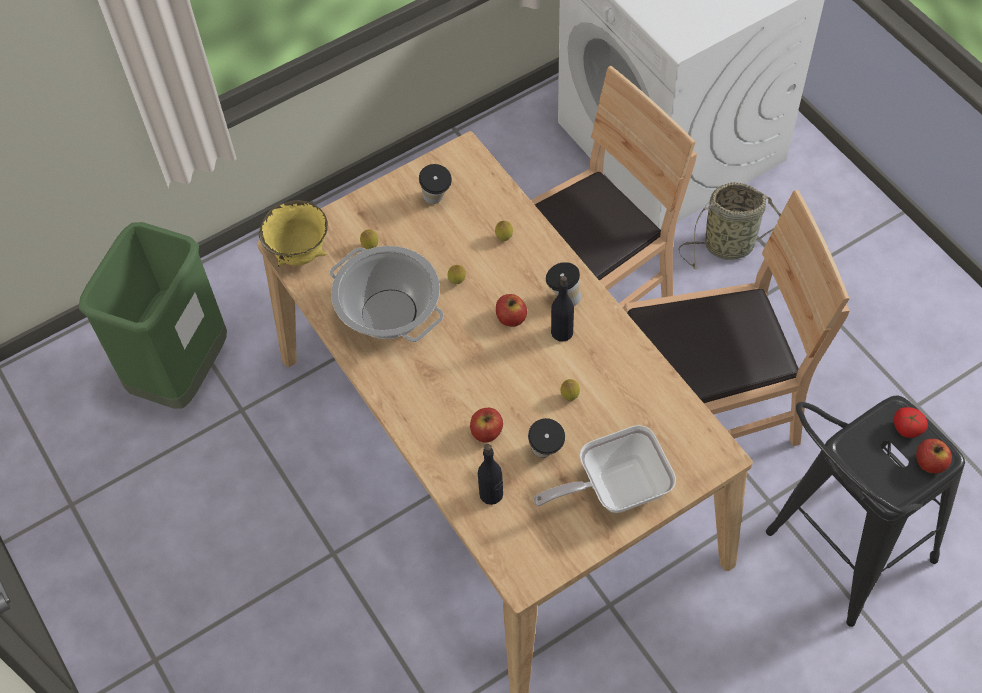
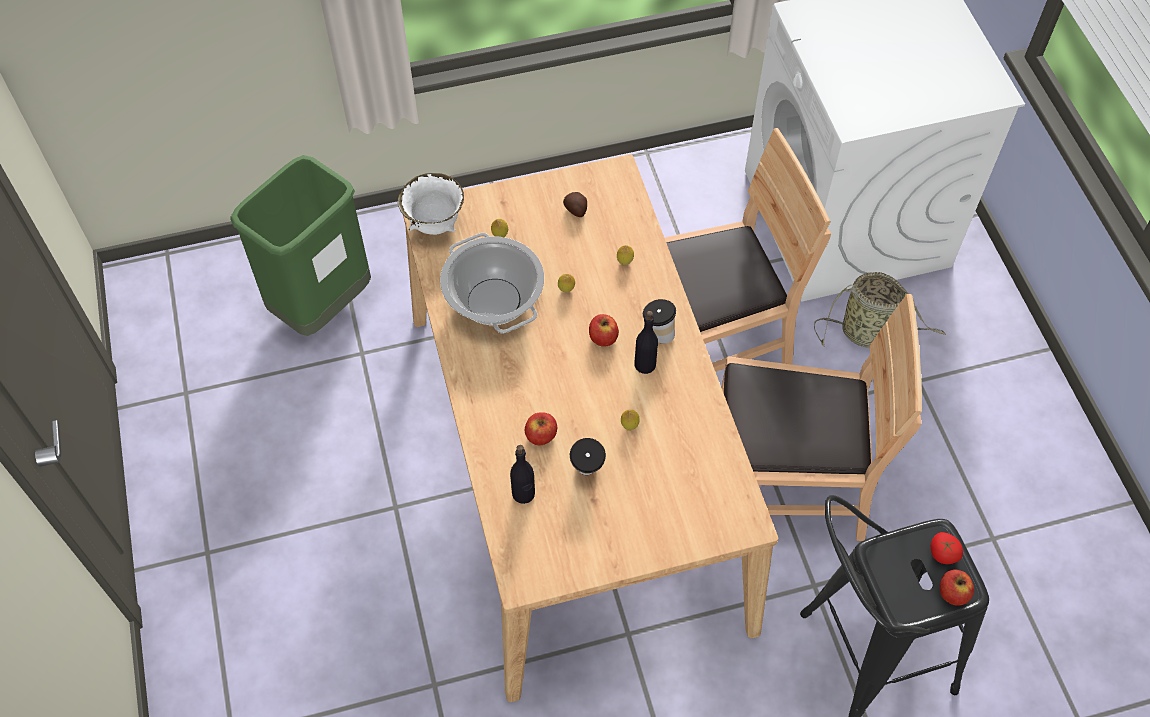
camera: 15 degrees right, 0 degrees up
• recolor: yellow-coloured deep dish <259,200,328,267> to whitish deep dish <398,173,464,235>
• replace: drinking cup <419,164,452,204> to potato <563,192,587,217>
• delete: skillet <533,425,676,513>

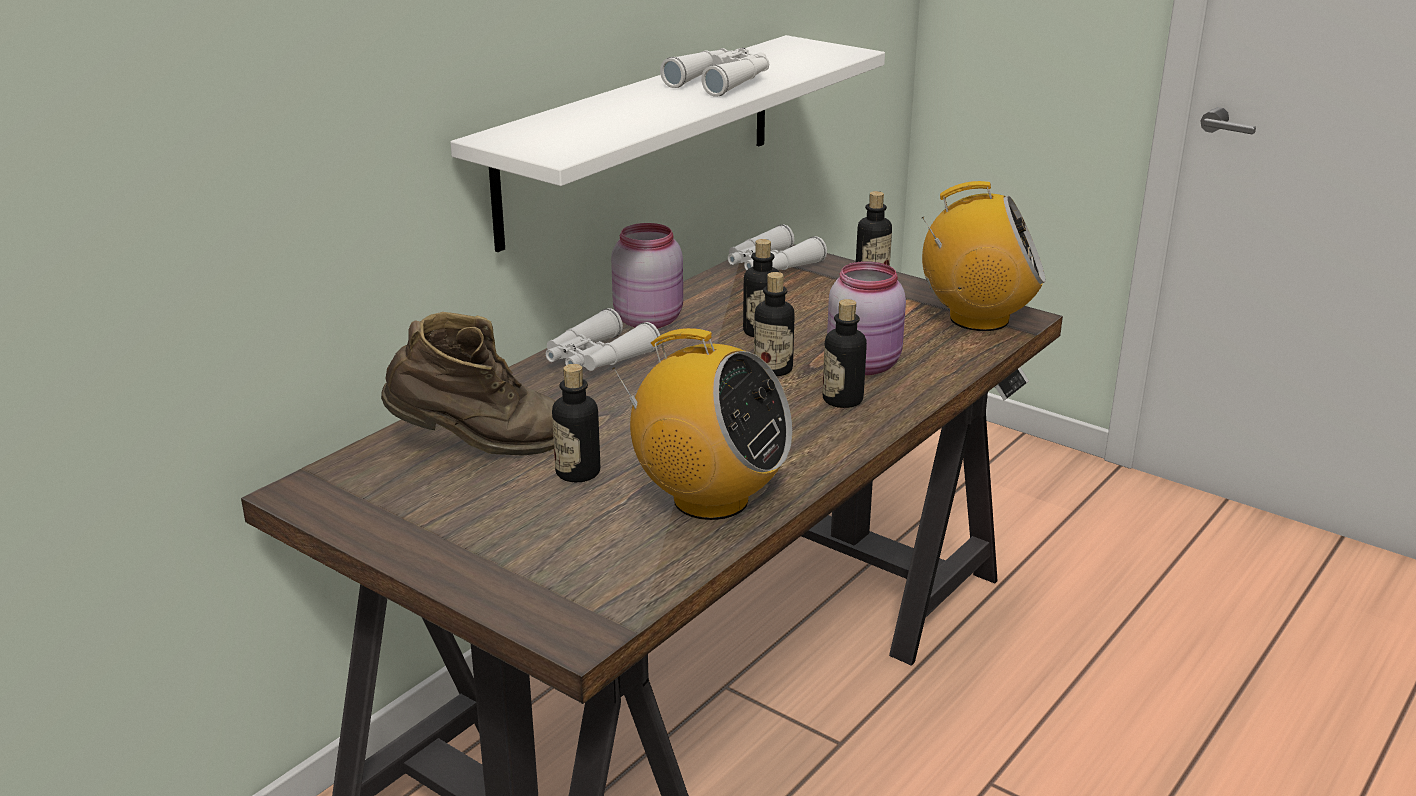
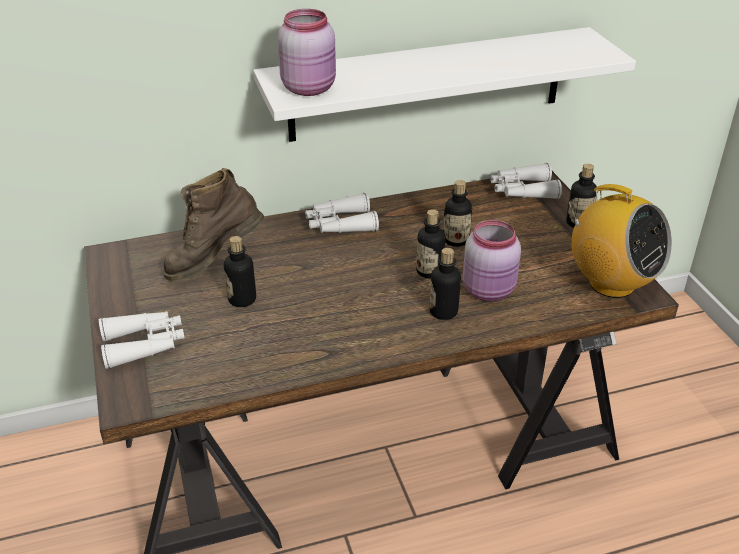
camera: 35 degrees right, 10 degrees up
• move: whitish pair of binoculars <660,48,769,97> to <99,311,185,369>
• rotate: brownish high-top boot <381,312,555,456> = <163,168,264,281> 120 degrees clockwise
• move: pinkish storage jar <611,223,683,328> to <278,9,336,96>
• delete: radio set <612,328,792,520>

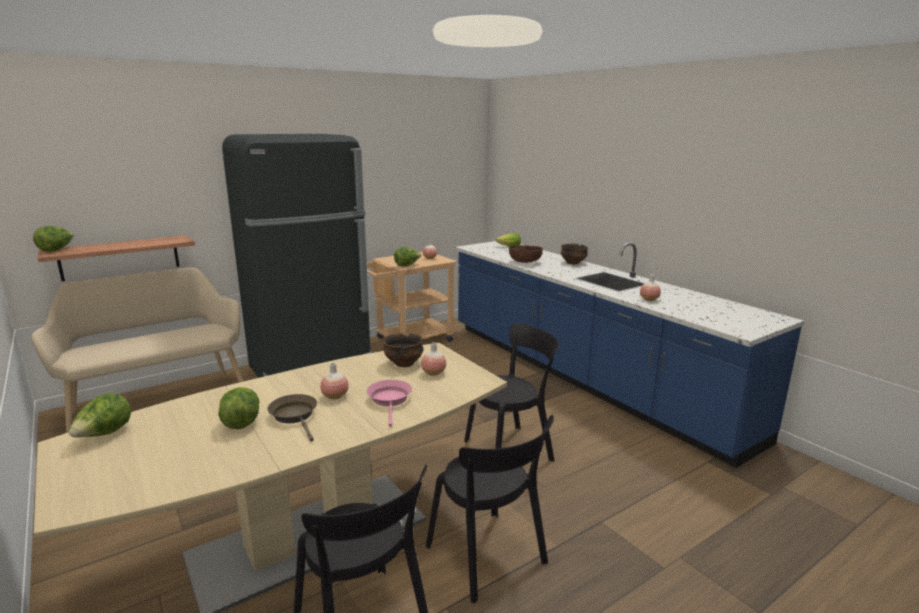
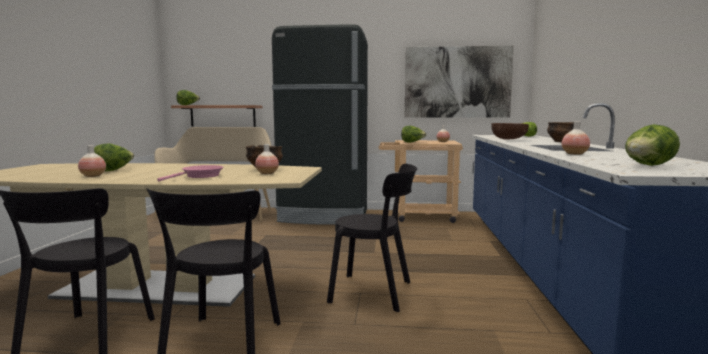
camera: 40 degrees right, 10 degrees down
• move: vase <320,363,349,399> to <78,145,106,177>
• insert: picture <405,46,514,118>
• move: lettuce <69,393,131,437> to <625,124,680,166>
• delete: brownish skillet <267,394,317,442>

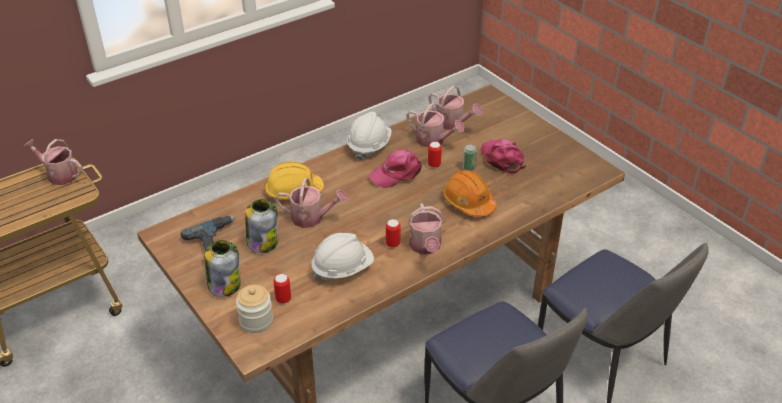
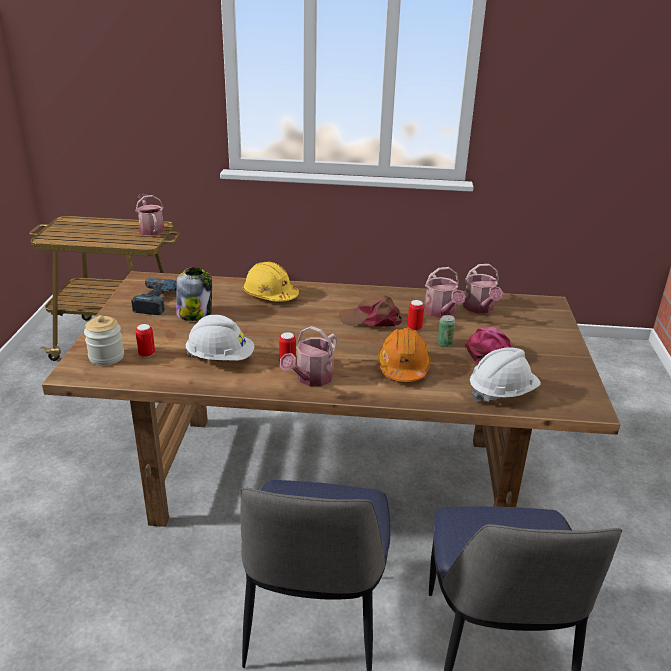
camera: 40 degrees right, 10 degrees down
• recolor: pinkish peaked cap <368,149,422,188> to brownish peaked cap <339,295,402,327>
• move: whitish safety helmet <347,112,392,160> to <470,347,541,402>
• delete: storage jar <205,240,241,297>
• delete: watering can <275,178,348,228>

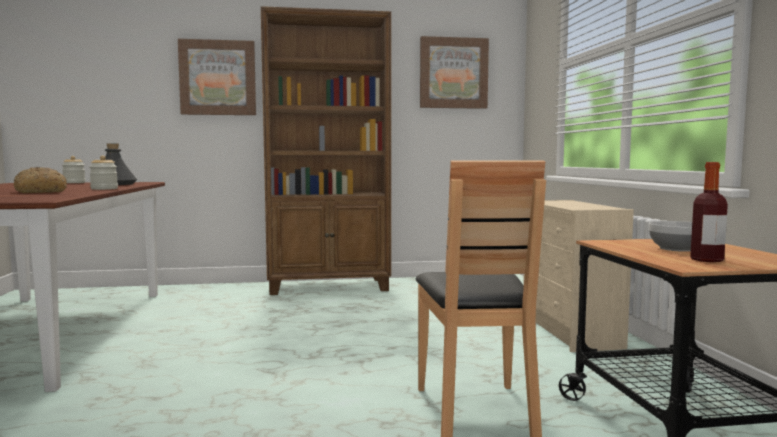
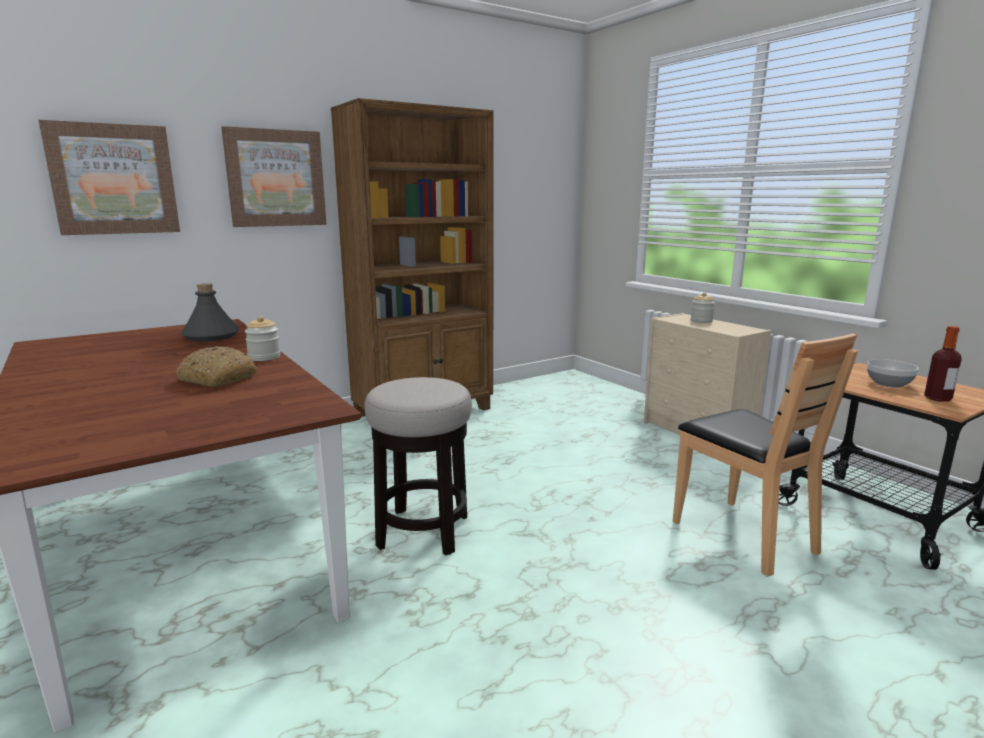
camera: 25 degrees left, 10 degrees up
• move: picture <420,36,489,109> to <39,120,180,235>
• insert: stool seat <365,377,472,556>
• move: storage jar <62,156,86,183> to <691,292,715,323>

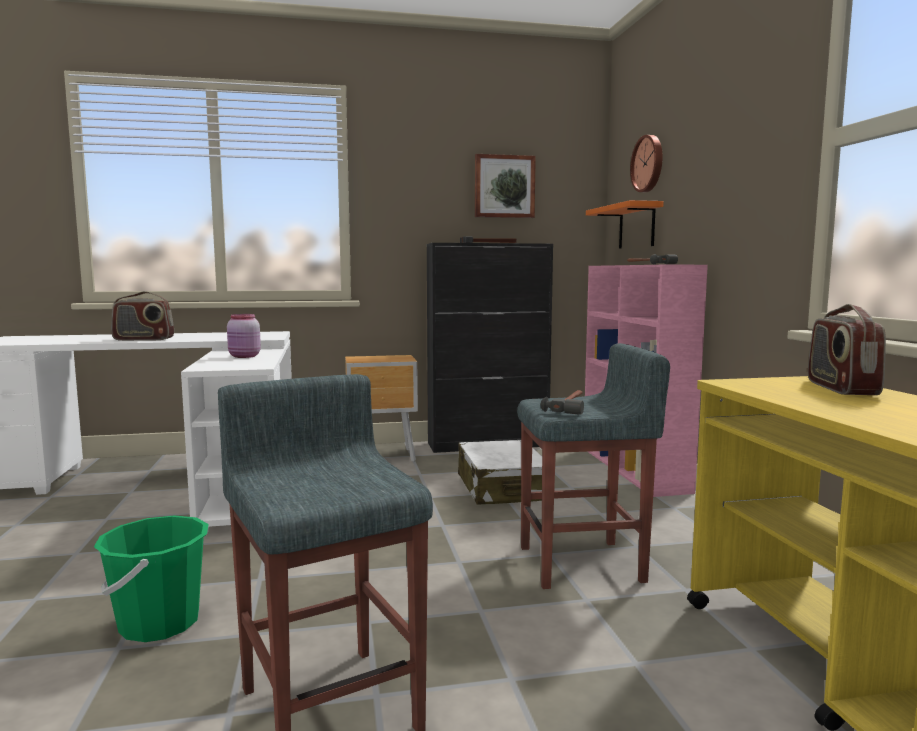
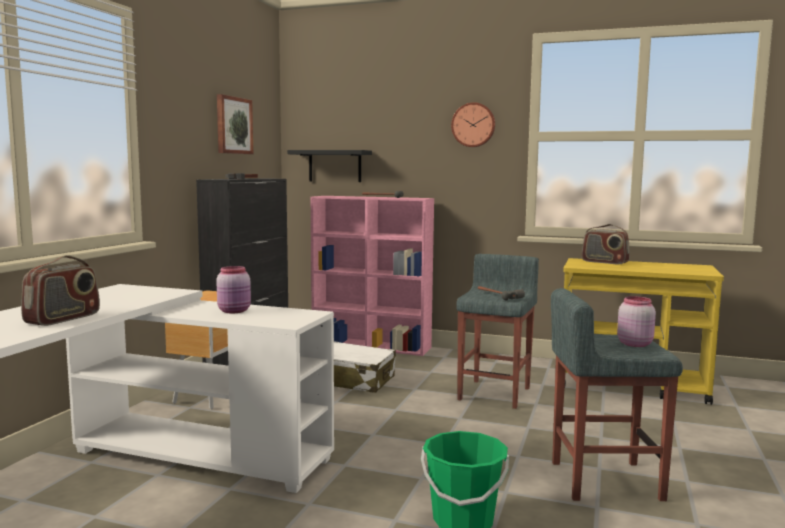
camera: 60 degrees left, 0 degrees up
• recolor: orangey shelf <586,200,664,249> to black shelf <287,150,372,182>
• move: hanging clock <630,135,663,192> to <451,102,495,147>
• insert: pinkish storage jar <617,296,656,347>

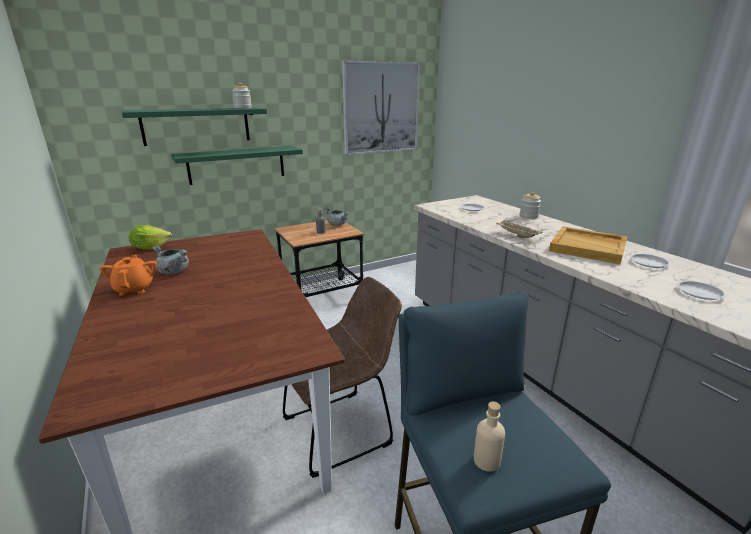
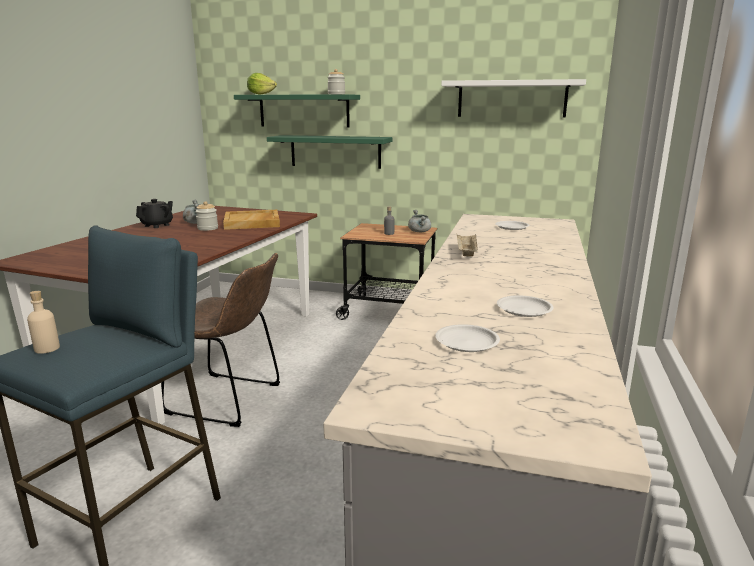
camera: 45 degrees right, 5 degrees down
• recolor: orangey pot for tea <100,255,157,296> to black pot for tea <136,199,173,228>
• move: storage jar <520,192,541,219> to <196,201,218,231>
• move: beige carrying tray <549,226,628,264> to <223,210,280,230>
• move: lettuce <129,225,172,250> to <247,73,277,95>
• replace: picture <342,60,420,155> to whitish shelf <441,79,586,117>

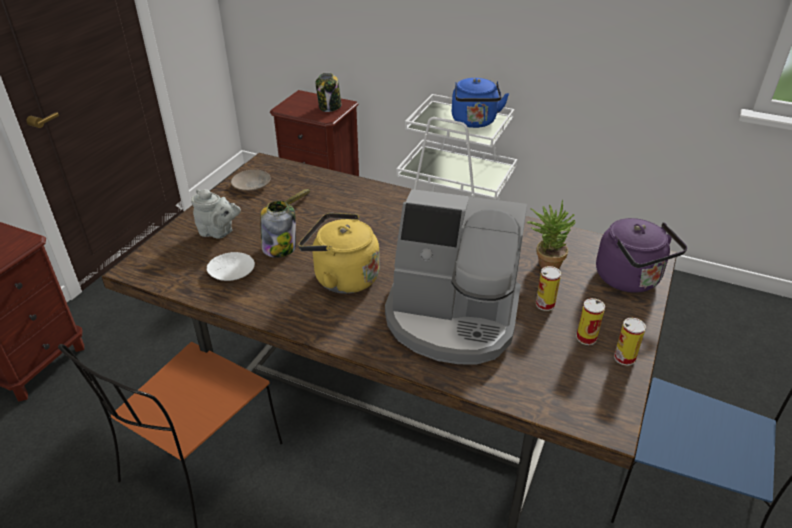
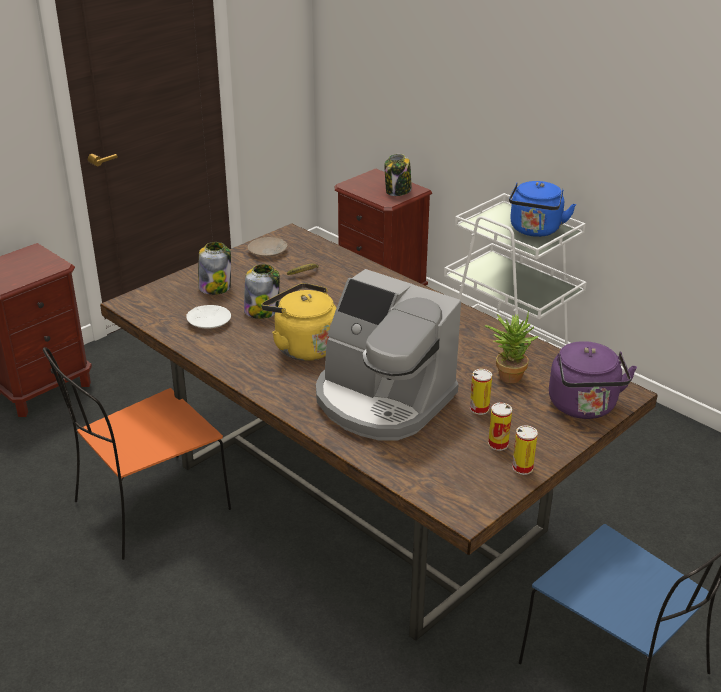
camera: 20 degrees right, 5 degrees down
• replace: gray pot for tea <191,189,241,238> to storage jar <198,242,231,295>

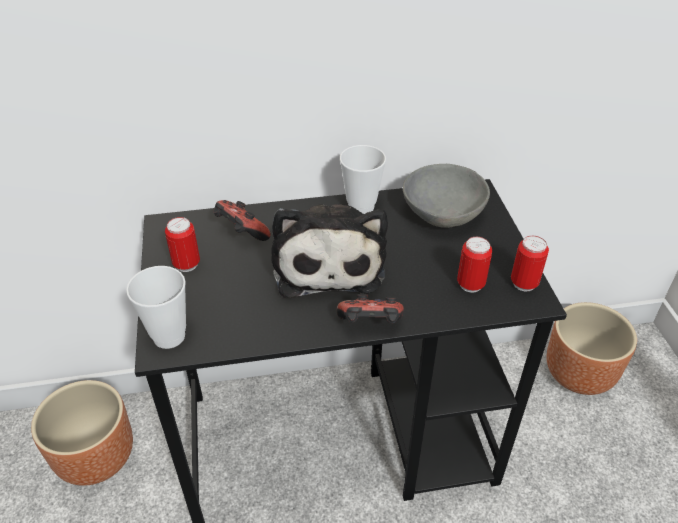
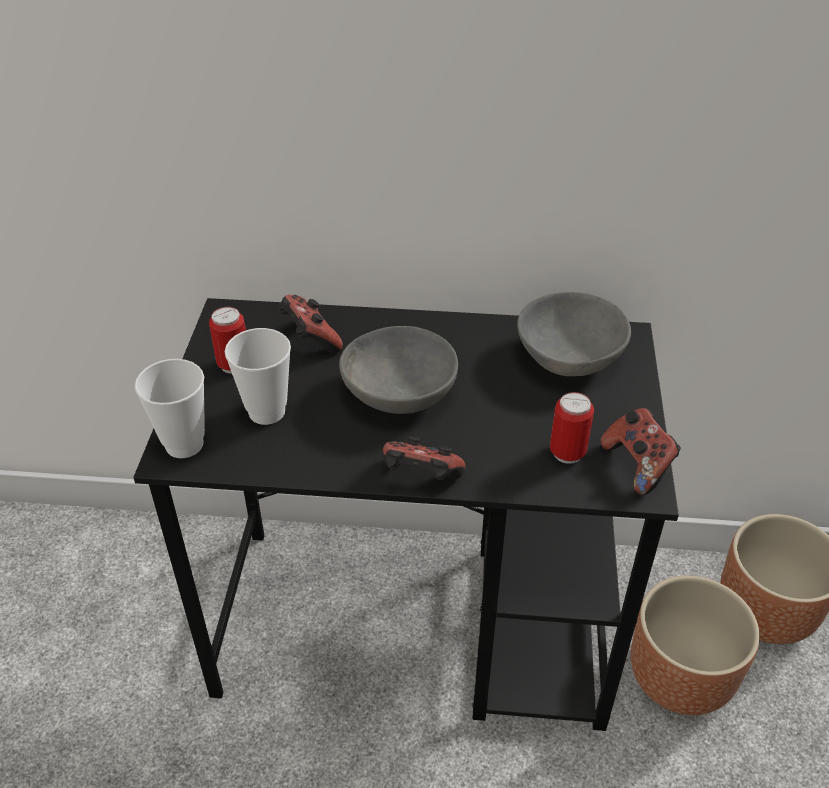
camera: 15 degrees right, 0 degrees up
• move: drinking cup <340,145,386,214> to <225,328,291,425>
• replace: cuddly toy <271,204,388,298> to gray deep dish <339,326,458,414>
• replace: can <511,236,549,291> to game controller <601,408,681,495>
• move: brownish plant pot <31,380,133,486> to <631,575,760,715>

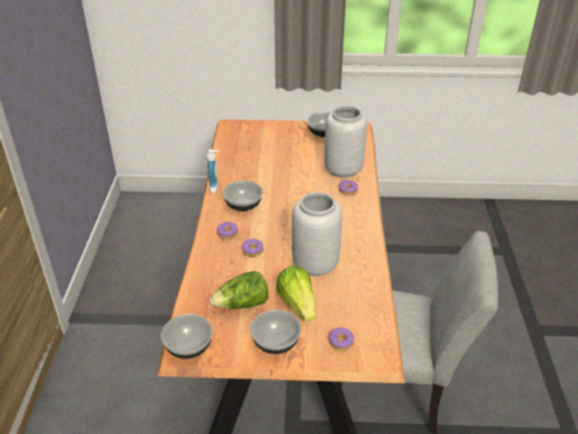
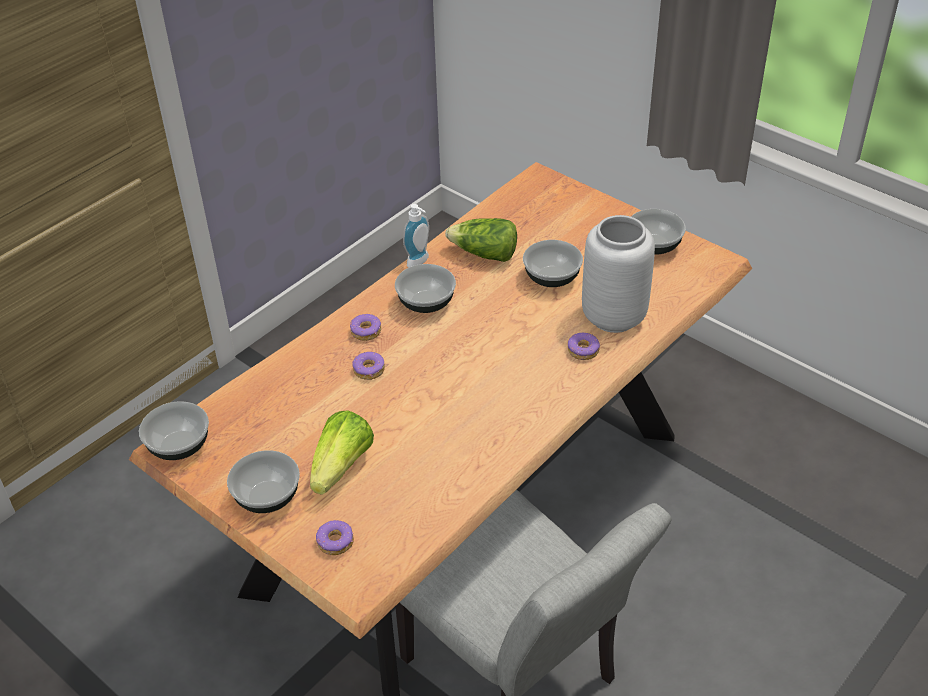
camera: 40 degrees right, 5 degrees up
• move: lettuce <209,271,268,309> to <445,218,517,262>
• insert: deep dish <523,240,583,287>
• delete: gray vase <292,192,342,276>

